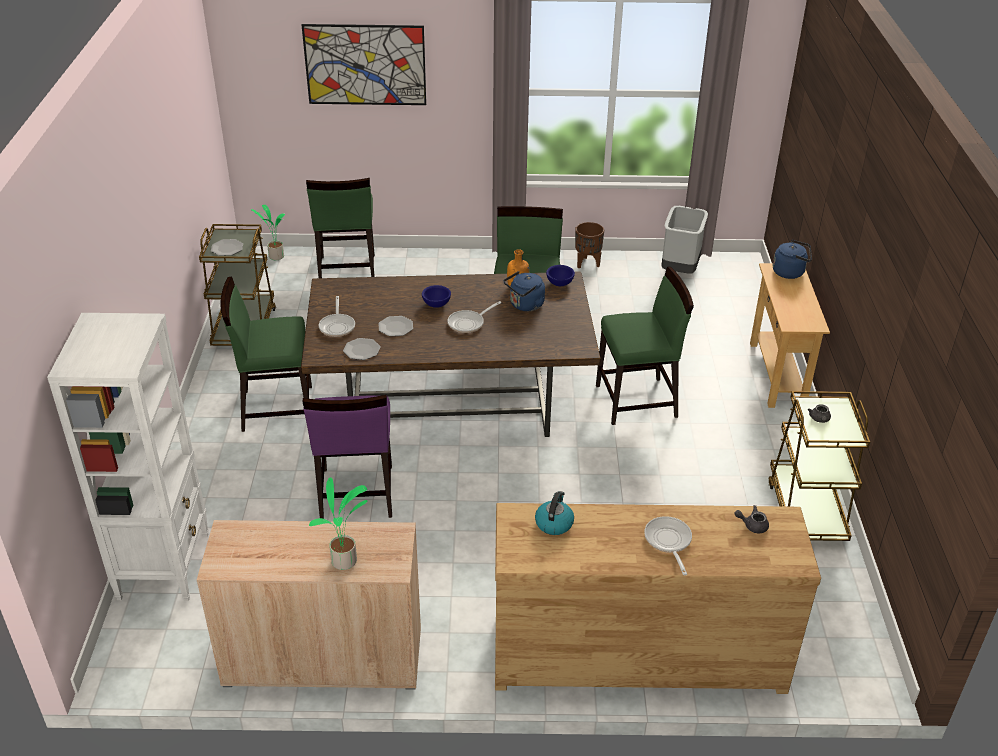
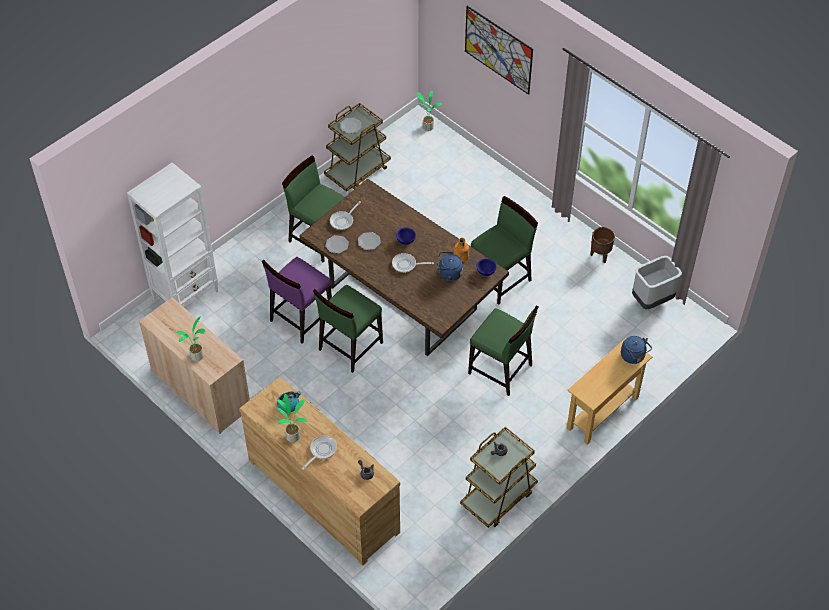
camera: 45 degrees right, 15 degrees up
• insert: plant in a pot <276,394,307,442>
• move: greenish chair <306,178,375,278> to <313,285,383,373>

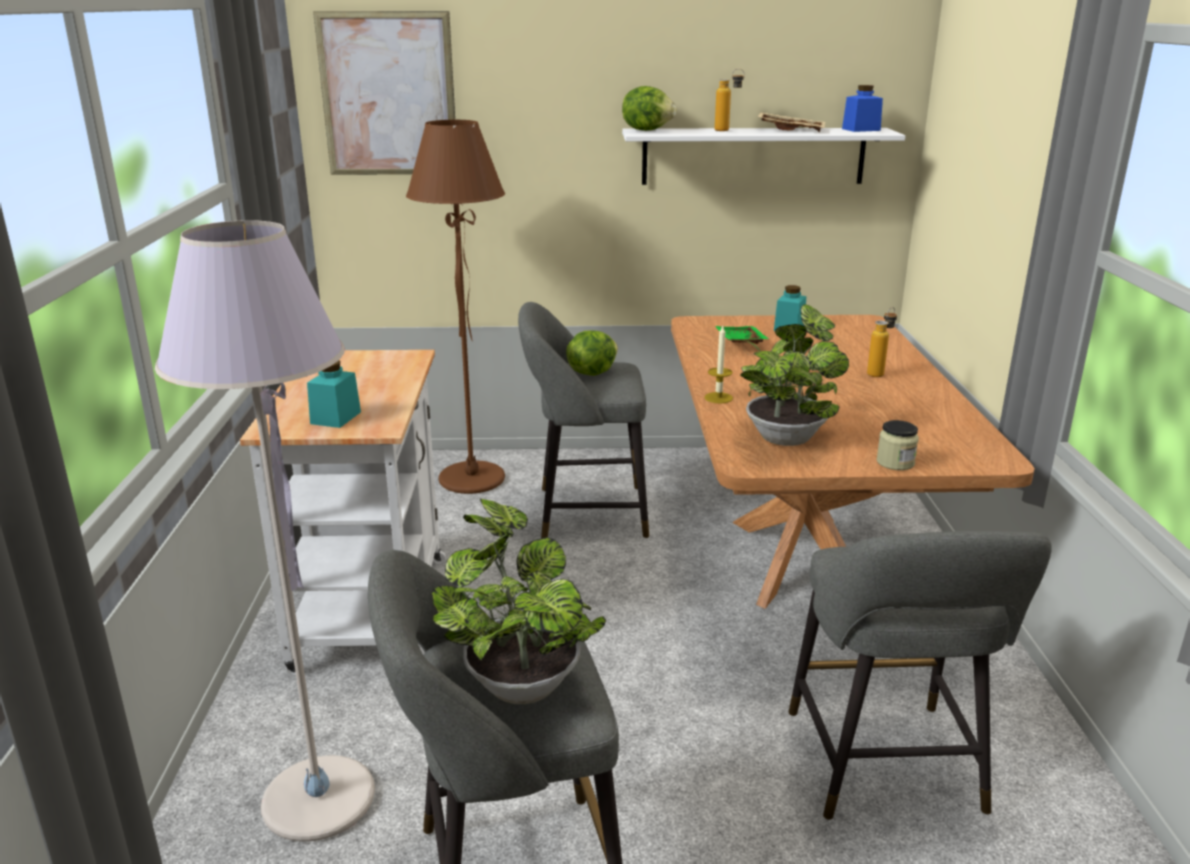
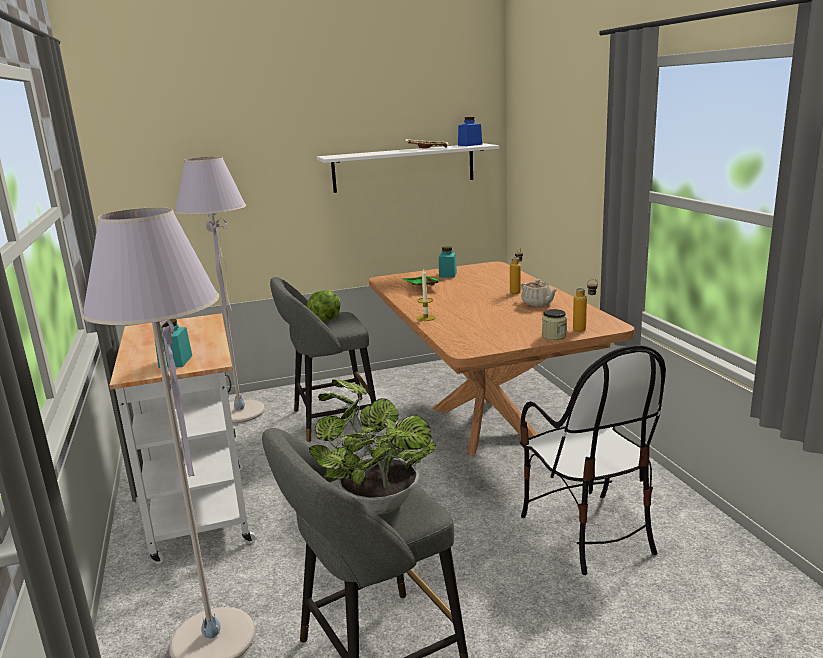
camera: 15 degrees left, 5 degrees down
• recolor: brownish standard lamp <406,120,505,494> to gray standard lamp <174,157,265,423>
• insert: beige pot for tea <520,279,557,307>
• replace: gray stool seat <789,531,1052,820> to chair <520,345,666,575>
• move: bottle <715,68,745,131> to <573,279,598,332>
• delete: picture <313,11,455,175>
• delete: lettuce <622,86,676,131>
• delete: plant in a pot <740,304,849,446>

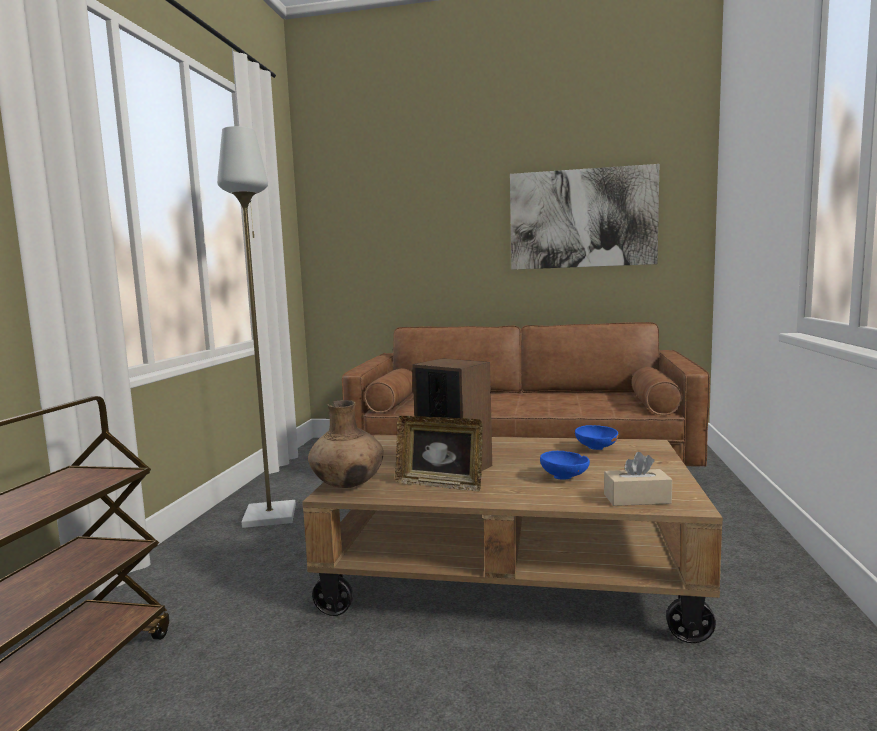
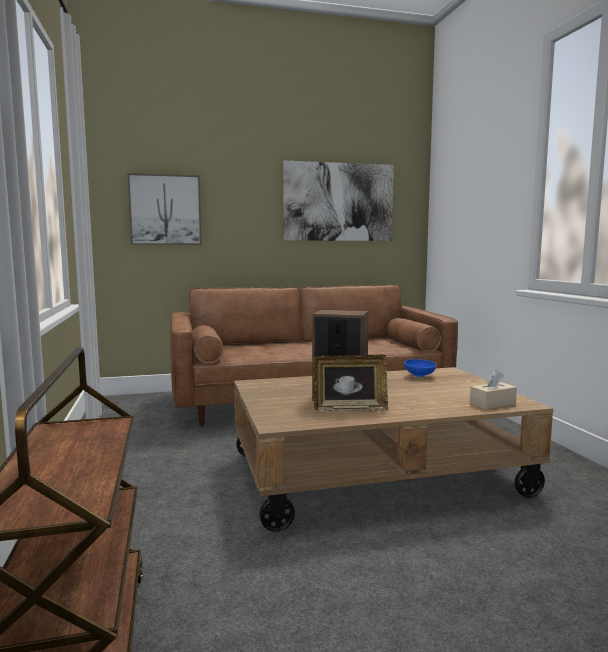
camera: 25 degrees left, 0 degrees up
• insert: picture <128,173,202,245>
• delete: gray standard lamp <217,126,296,528>
• delete: brownish vase <308,400,384,488>
• delete: blue-coloured deep dish <540,451,590,480>

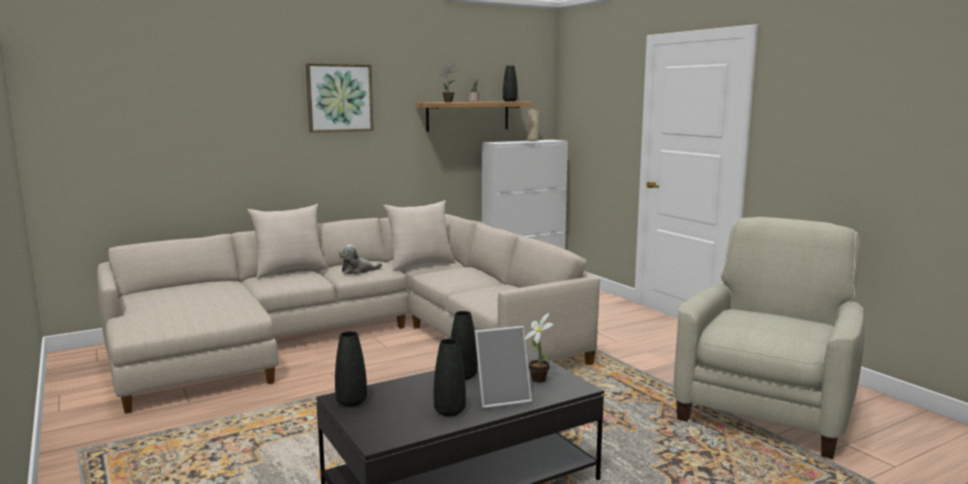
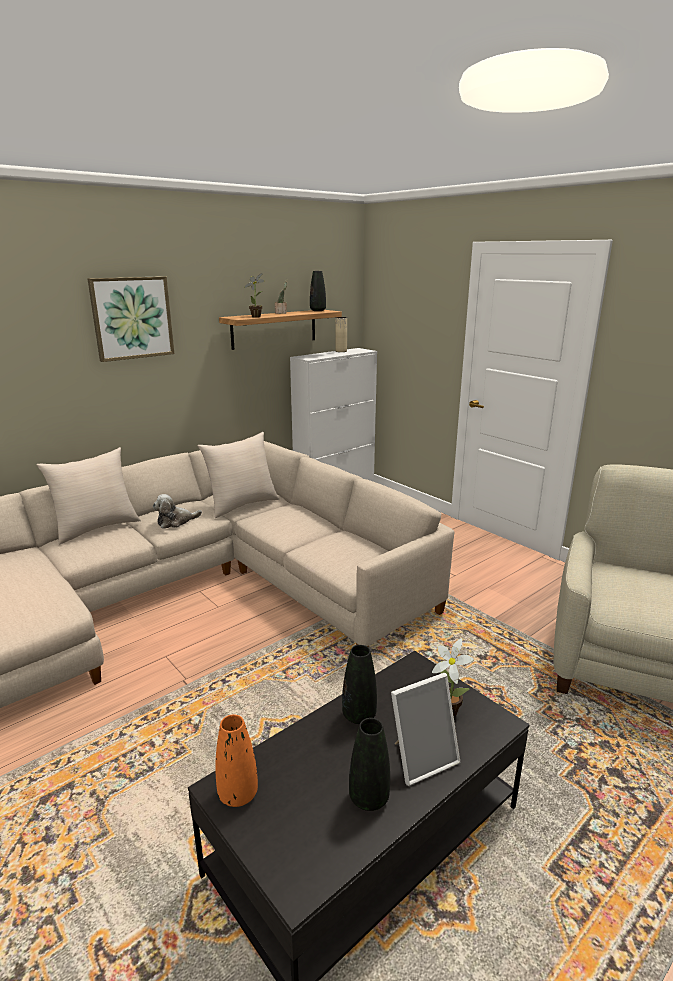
camera: 10 degrees left, 10 degrees up
• recolor: black vase <335,331,367,407> to orangey vase <215,714,258,807>

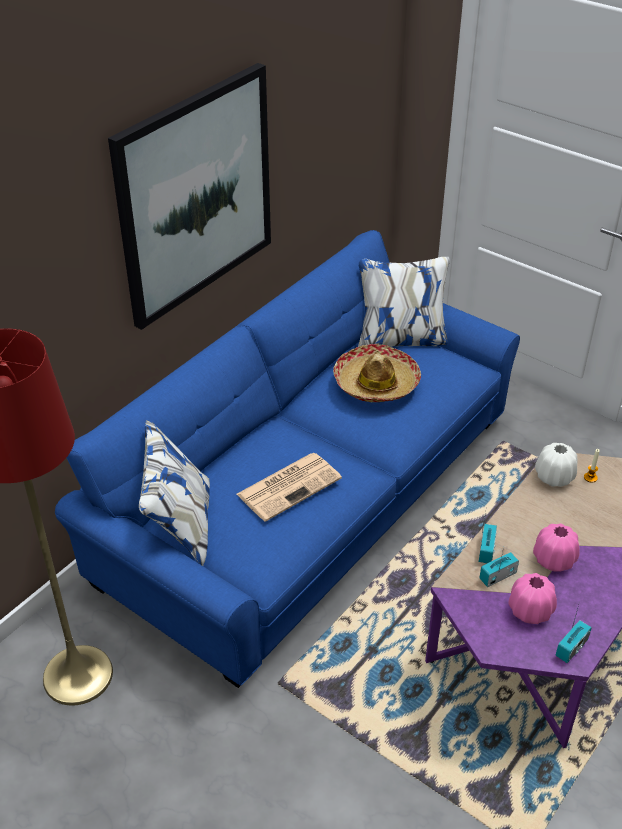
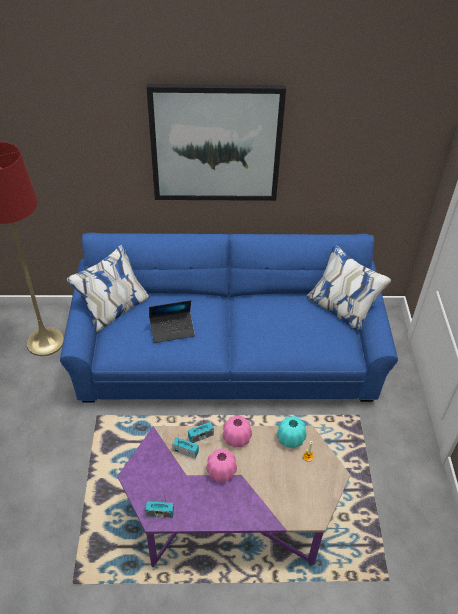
camera: 50 degrees right, 5 degrees up
• replace: daily paper <237,453,342,522> to notebook computer <149,300,195,343>
• move: pinkish vase <508,573,557,624> to <222,415,252,448>
• recolor: whitish vase <535,443,578,487> to blue-green vase <277,416,306,448>
• delete: wearable hat <333,344,421,402>

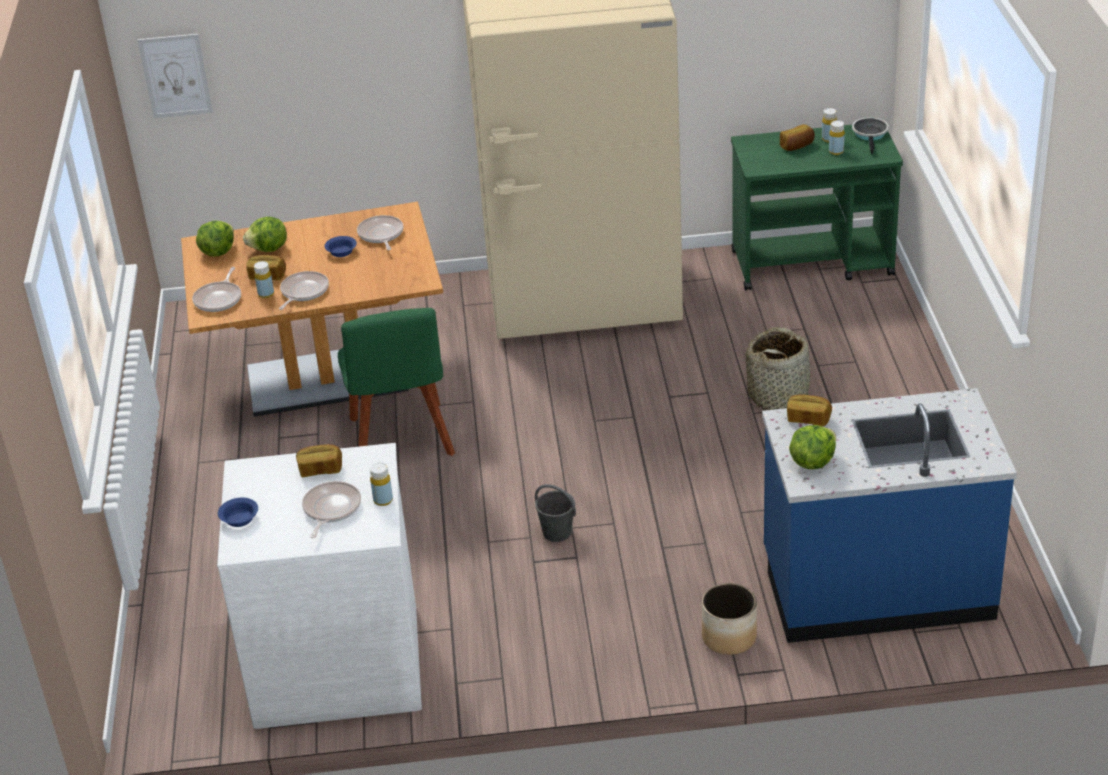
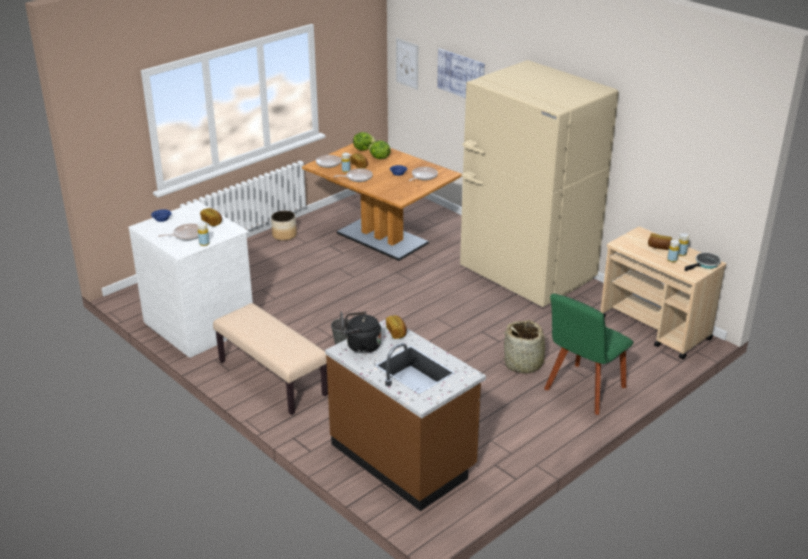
camera: 50 degrees right, 5 degrees down
• insert: beige indoor bench <213,303,328,415>
• move: plant pot <702,583,757,655> to <271,211,297,241>
• recolor: blue-coloured counter <762,388,1017,643> to brownish counter <325,319,486,511>
• replace: lettuce <789,425,836,469> to black water kettle <342,312,381,353>
• insert: picture <437,48,485,98>
• move: greenish chair <338,308,455,456> to <544,293,633,415>
• recolor: greenish cart <731,125,903,290> to beige cart <600,226,726,360>

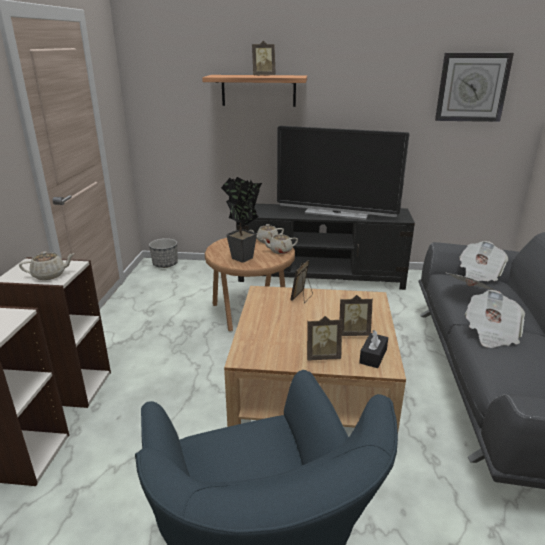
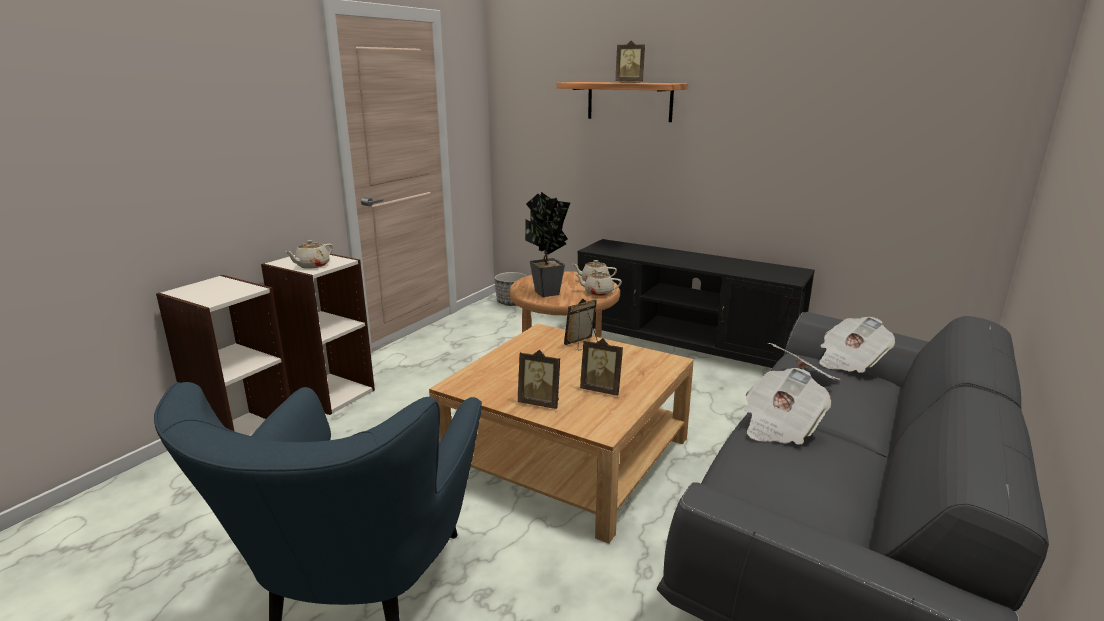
camera: 25 degrees right, 5 degrees down
• rotate: beige pot for tea <19,251,75,280> = <285,240,333,269> 120 degrees clockwise
• delete: TV <277,126,409,220>
• delete: black tissue holder <359,330,388,368>
• delete: hanging clock <435,53,514,122>

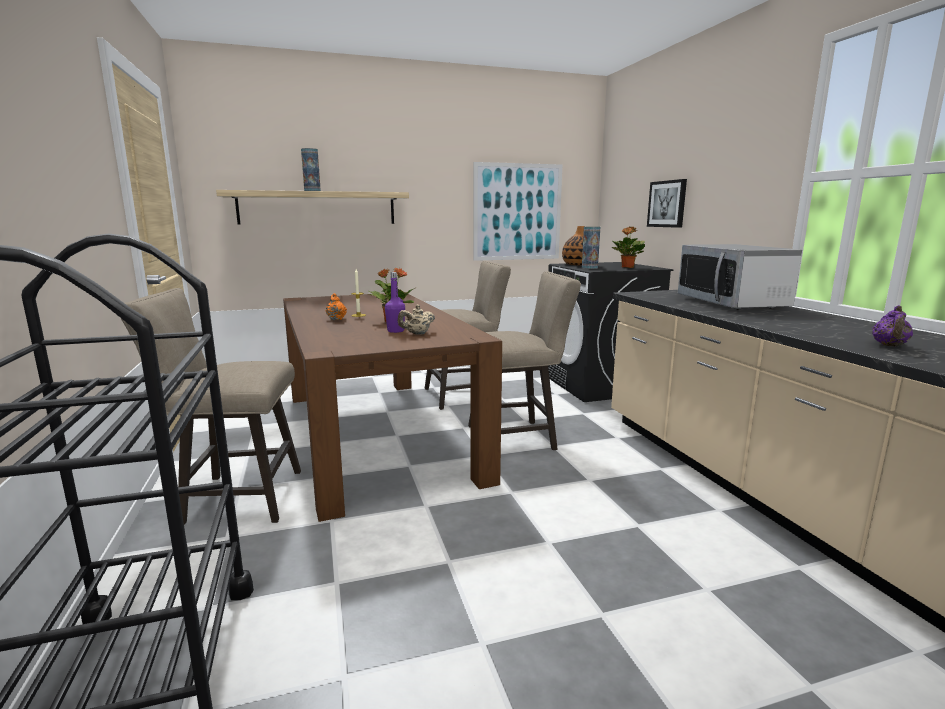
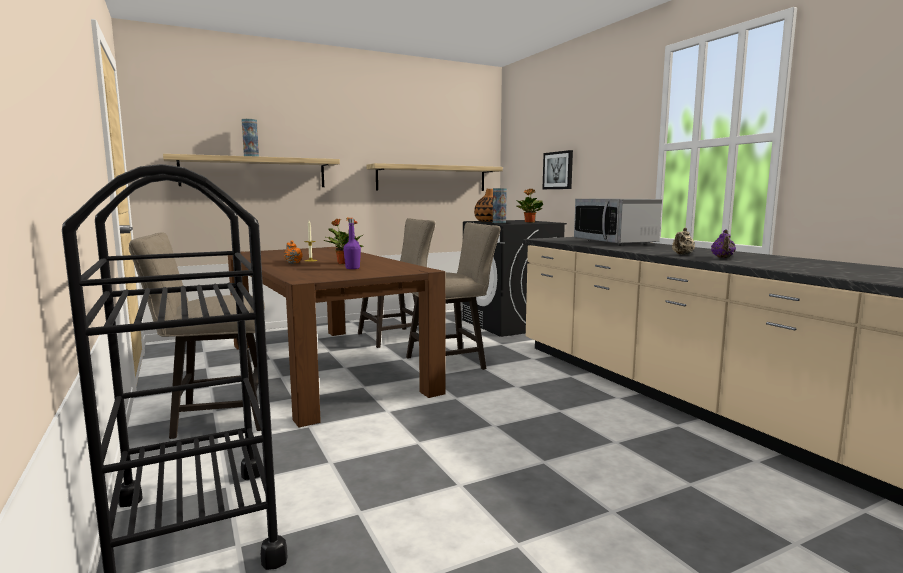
camera: 10 degrees left, 5 degrees down
• replace: picture <474,162,562,261> to shelf <366,163,503,191>
• move: beige pot for tea <398,305,435,335> to <672,228,695,255>

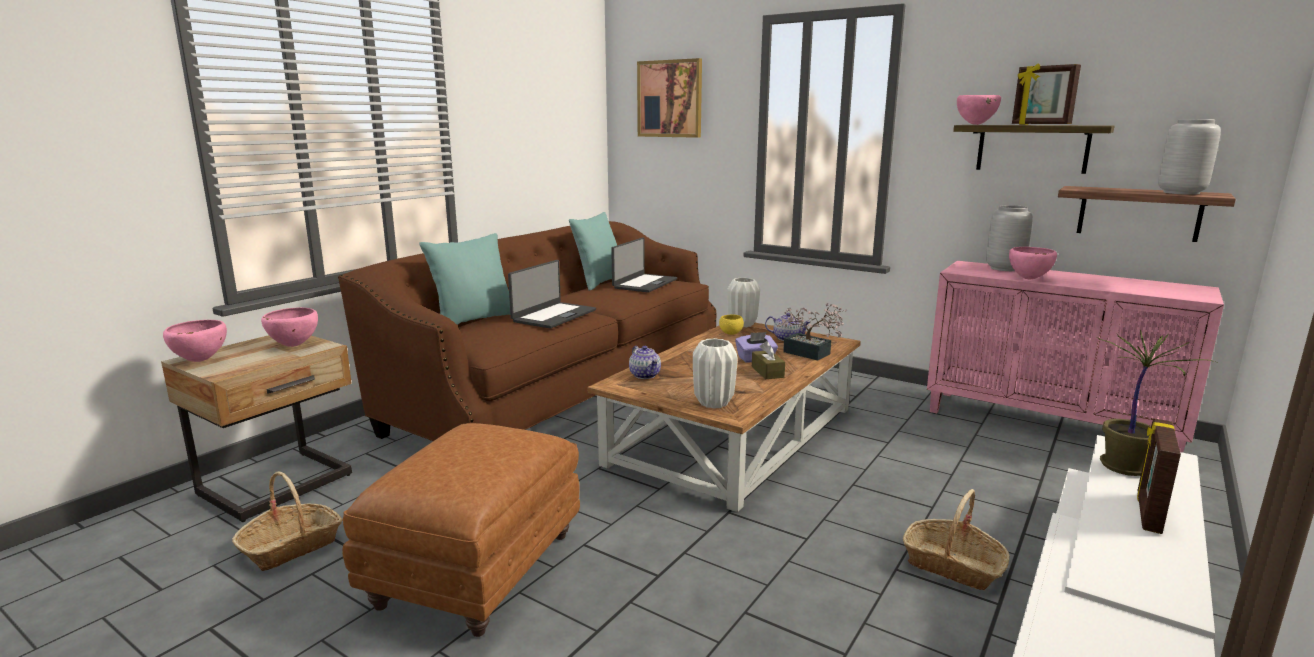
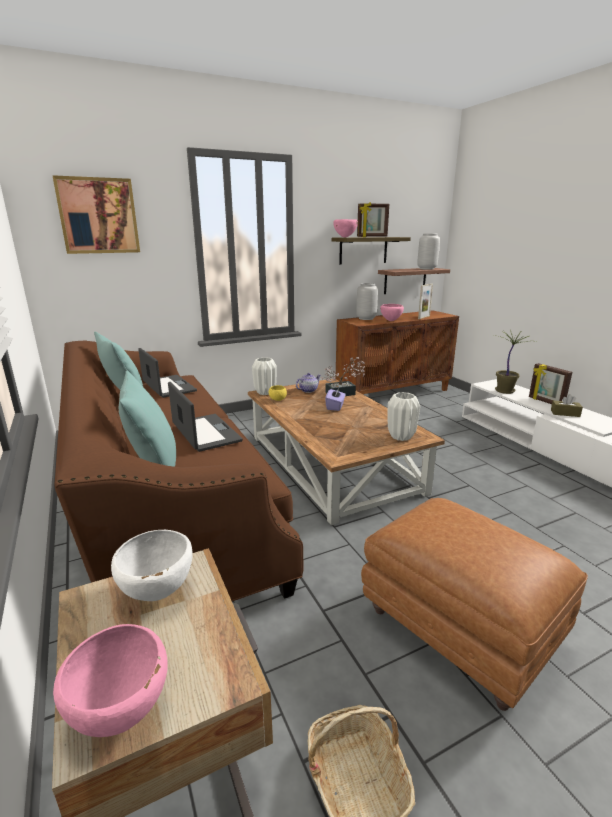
camera: 60 degrees left, 5 degrees up
• recolor: pinkish deep dish <261,308,318,347> to whitish deep dish <111,530,193,601>
• recolor: pinkish cabinet <927,261,1224,453> to brownish cabinet <336,310,459,394>
• insert: photo frame <418,284,433,319>
• move: brownish tissue holder <752,341,785,379> to <551,394,583,417>
• delete: pot for tea <629,346,661,379>
• delete: basket <903,489,1010,590>

